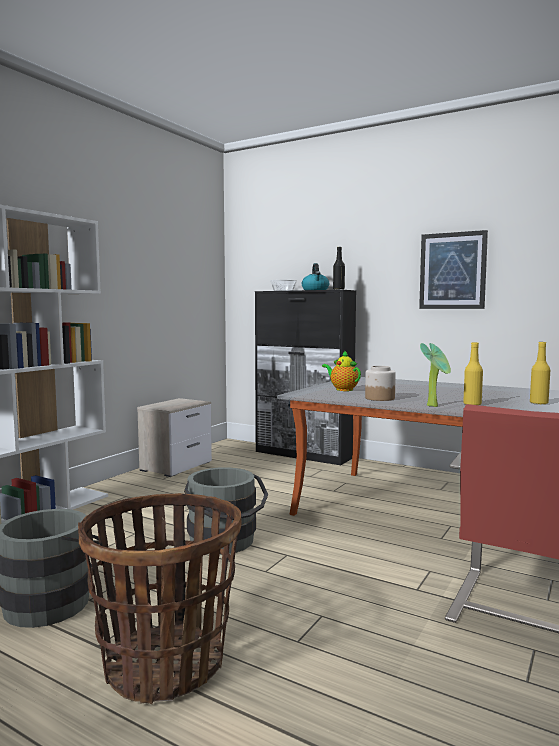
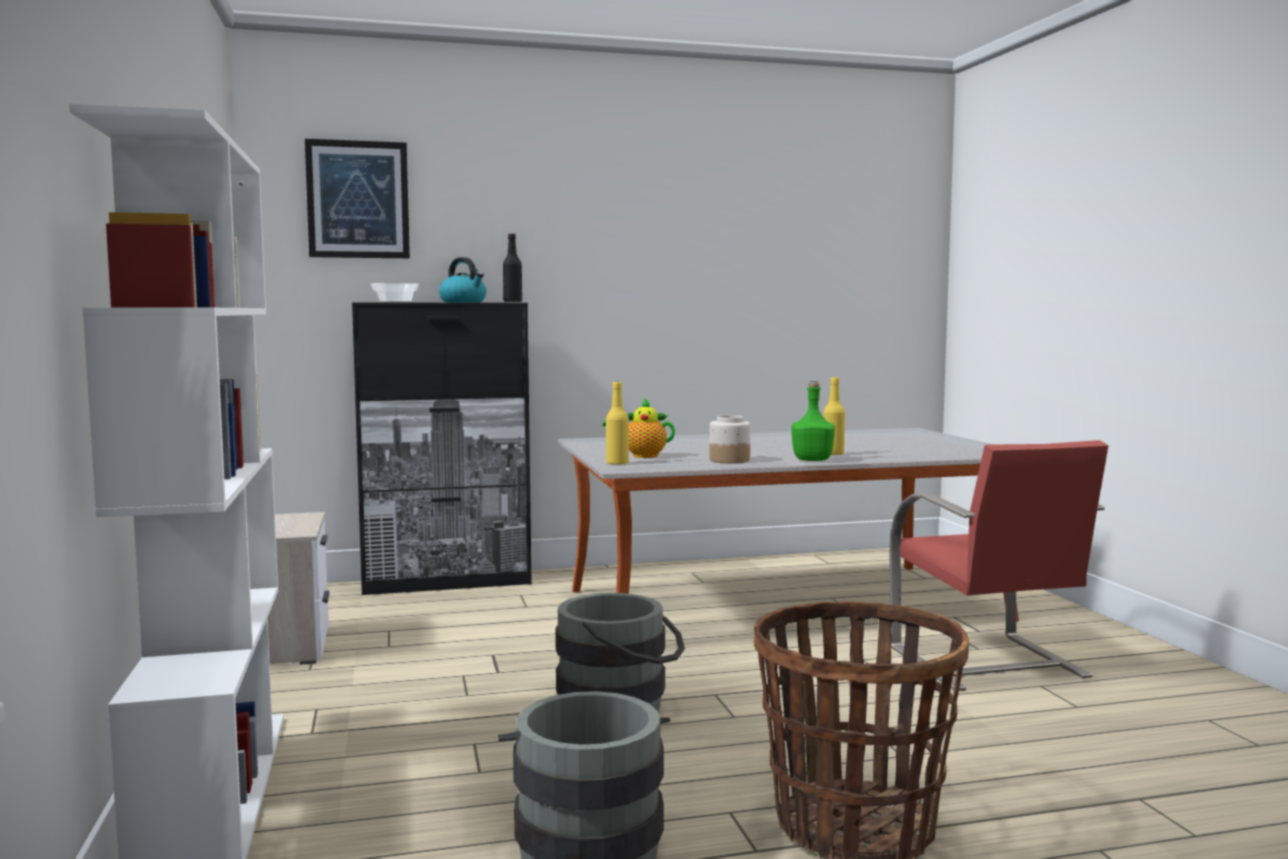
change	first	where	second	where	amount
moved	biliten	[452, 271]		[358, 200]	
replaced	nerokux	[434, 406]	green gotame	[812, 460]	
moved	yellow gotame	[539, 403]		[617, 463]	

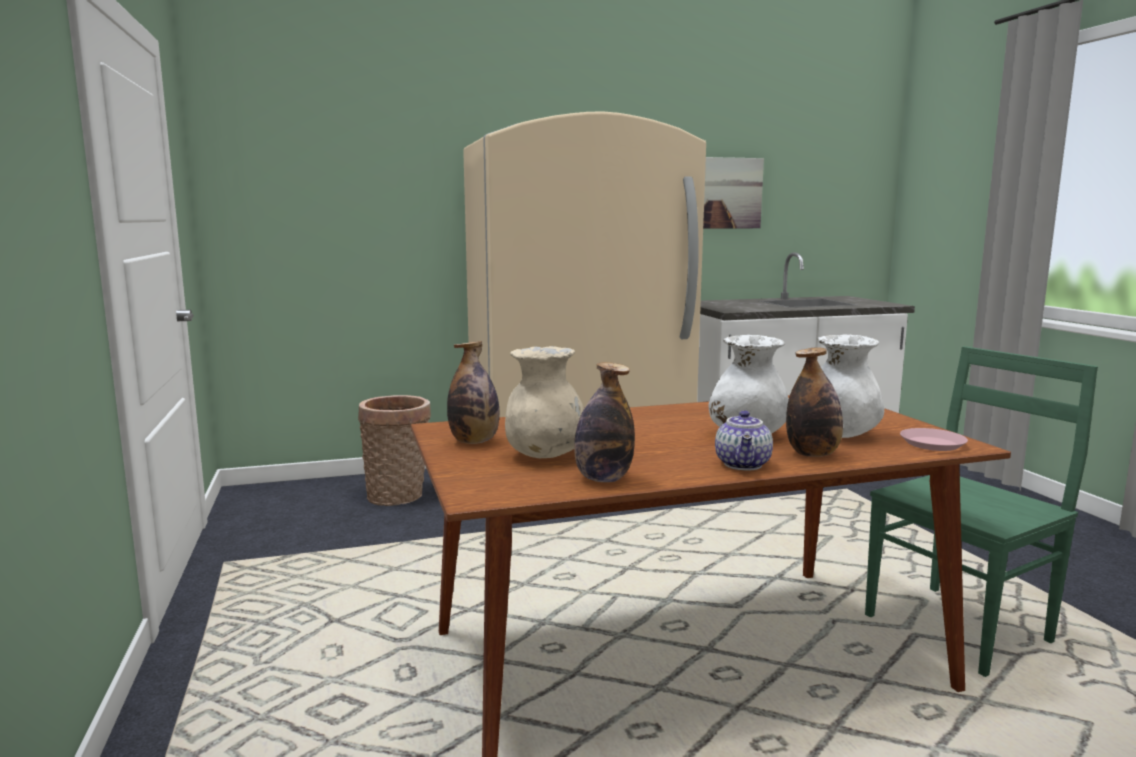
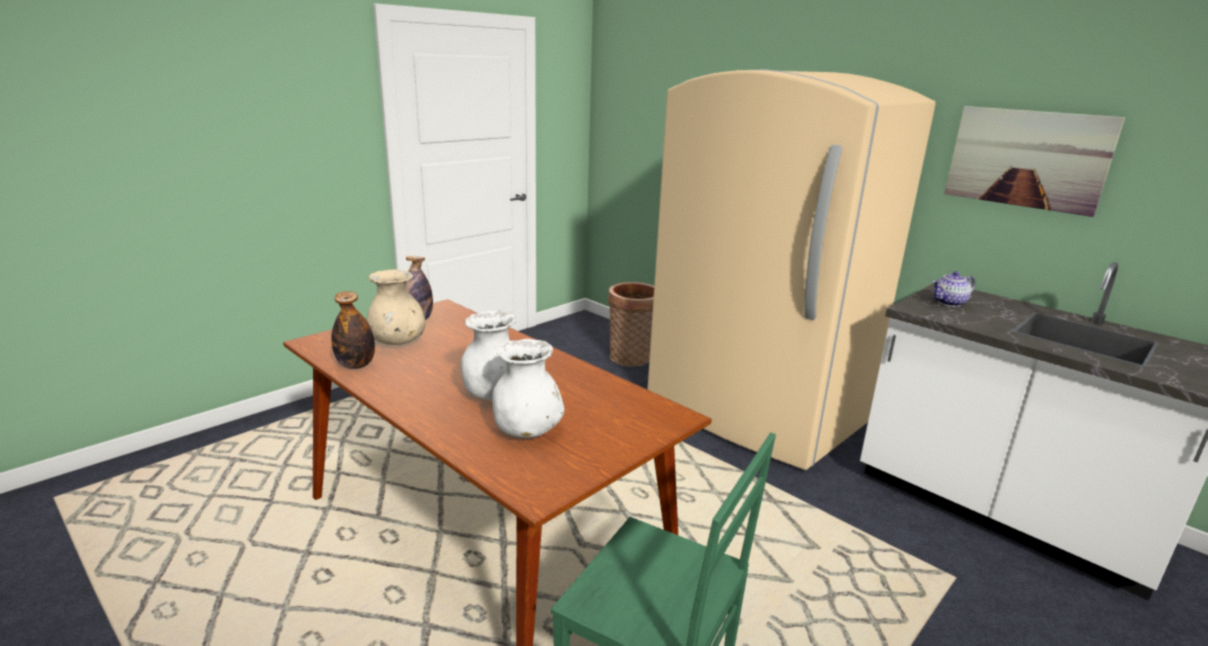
change	first	where	second	where	amount
moved	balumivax	[744, 465]		[949, 303]	
removed	gotame	[812, 454]			
removed	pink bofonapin	[932, 444]			

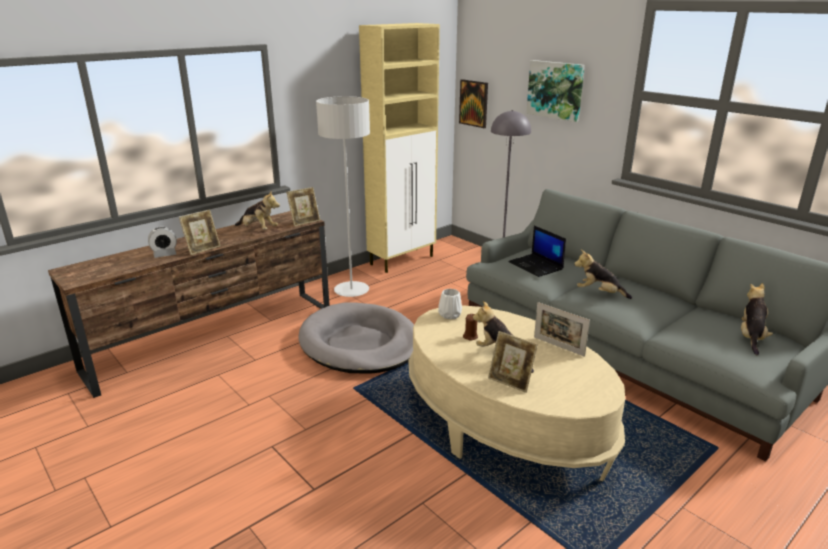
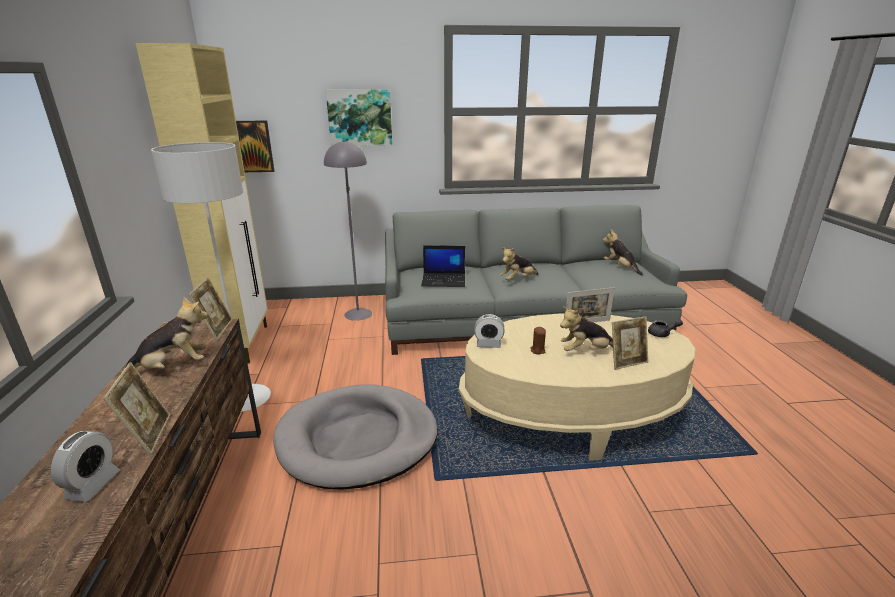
change	first	where	second	where	amount
replaced	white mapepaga	[450, 315]	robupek	[488, 344]	
added			grey balumivax	[662, 334]	

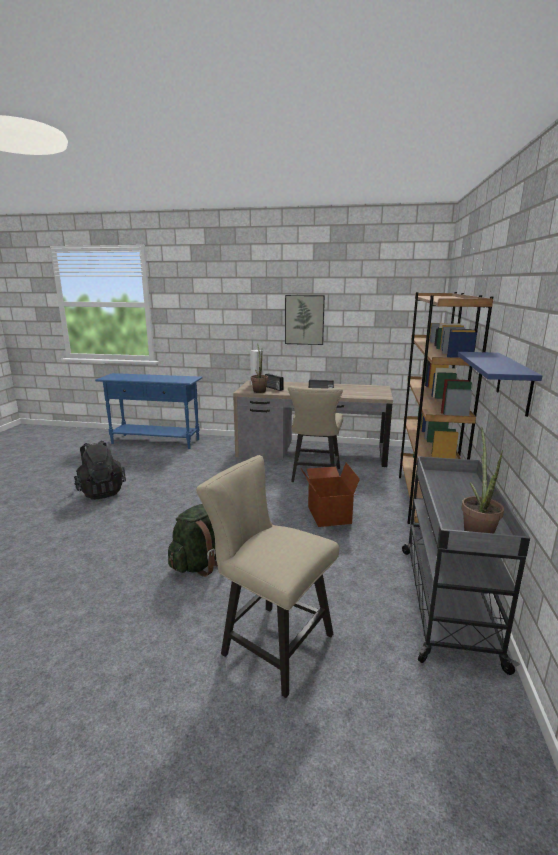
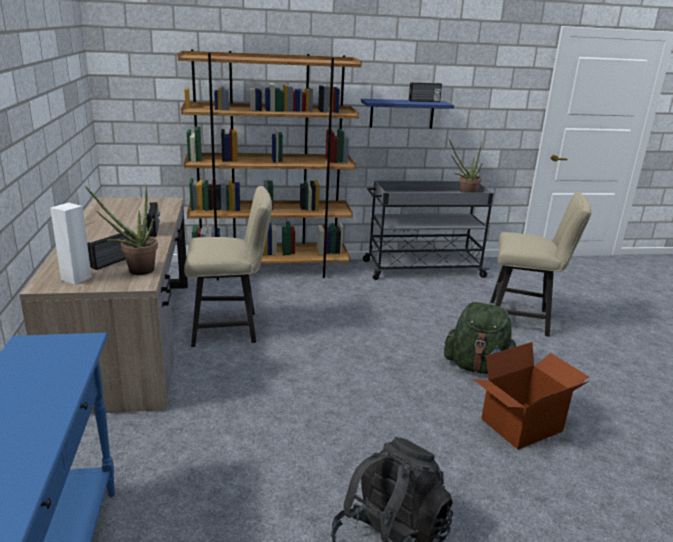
change	first	where	second	where	amount
turned	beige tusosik	[270, 642]		[524, 319]	90 degrees counterclockwise
removed	biliten	[304, 320]			
moved	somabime	[328, 515]		[522, 426]	
added			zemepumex	[424, 101]	

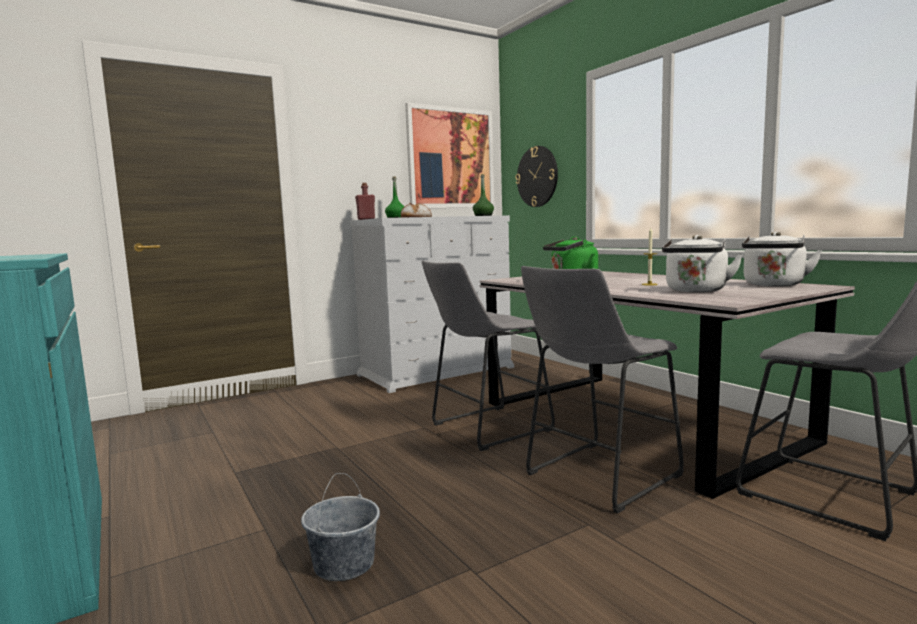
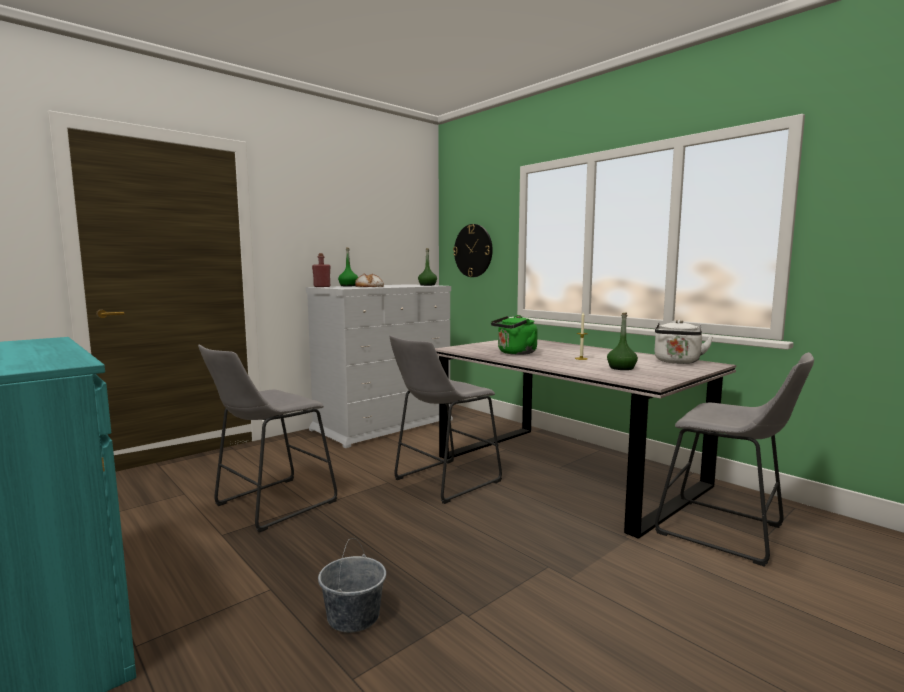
change	first	where	second	where	amount
removed	biliten	[451, 158]			
moved	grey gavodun	[597, 477]		[270, 505]	
replaced	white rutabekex	[695, 291]	green gotame	[621, 368]	

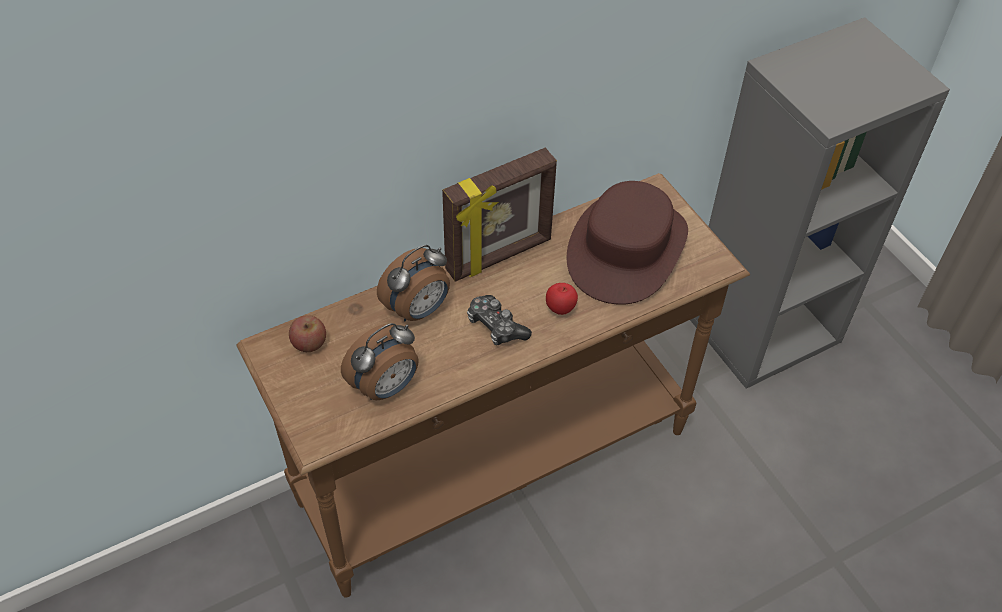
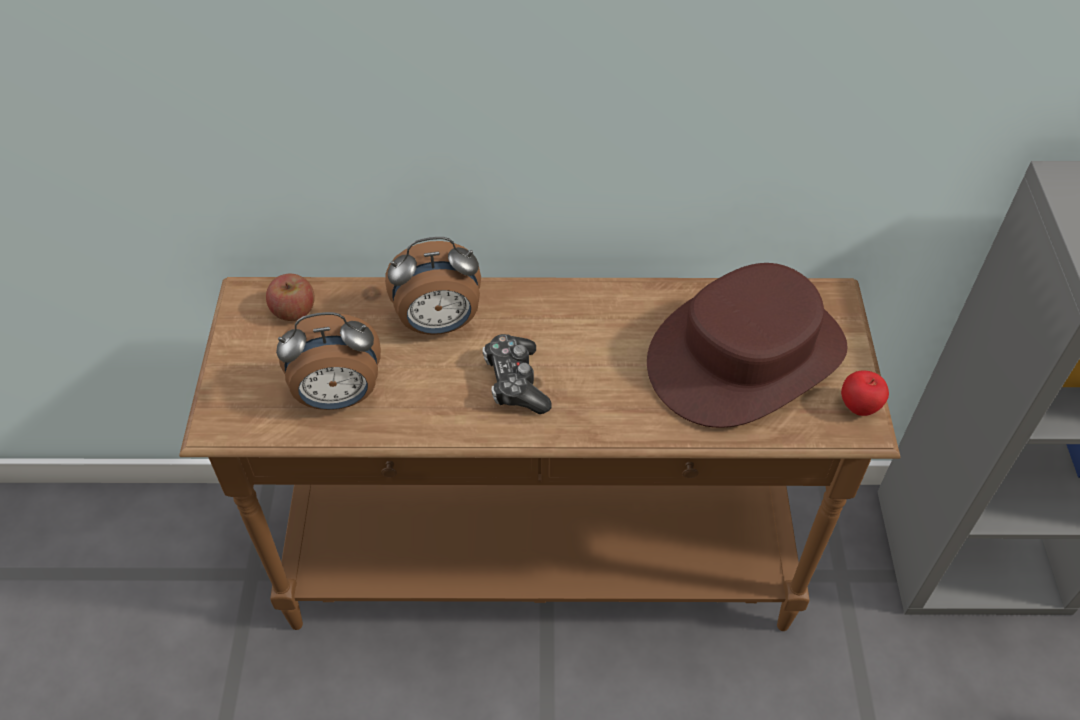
change	first	where	second	where	amount
removed	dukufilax	[499, 256]			
moved	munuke	[560, 309]		[859, 407]	

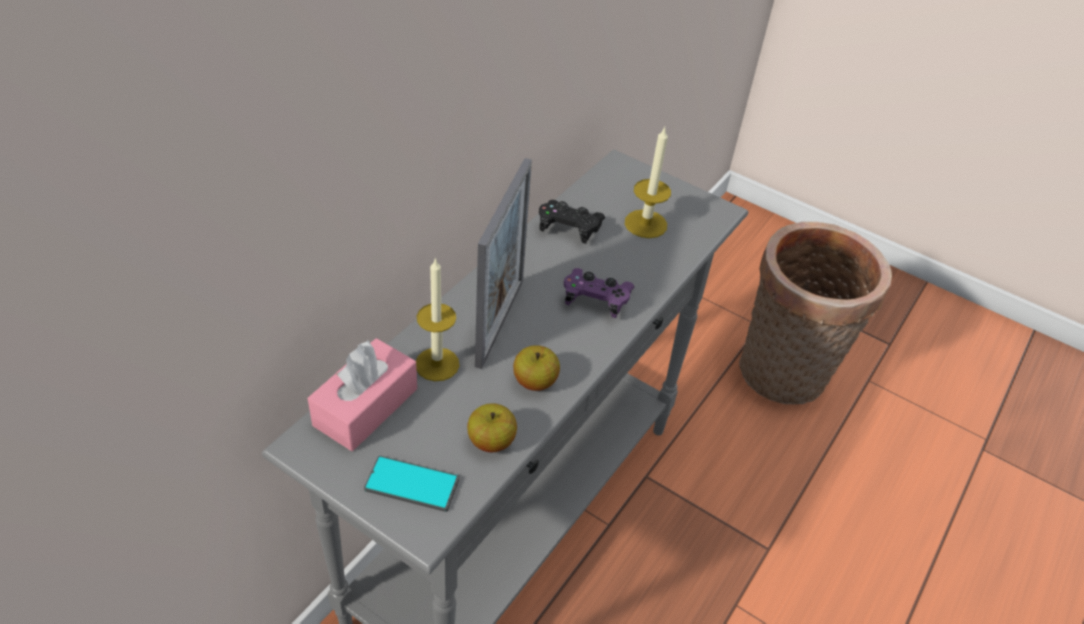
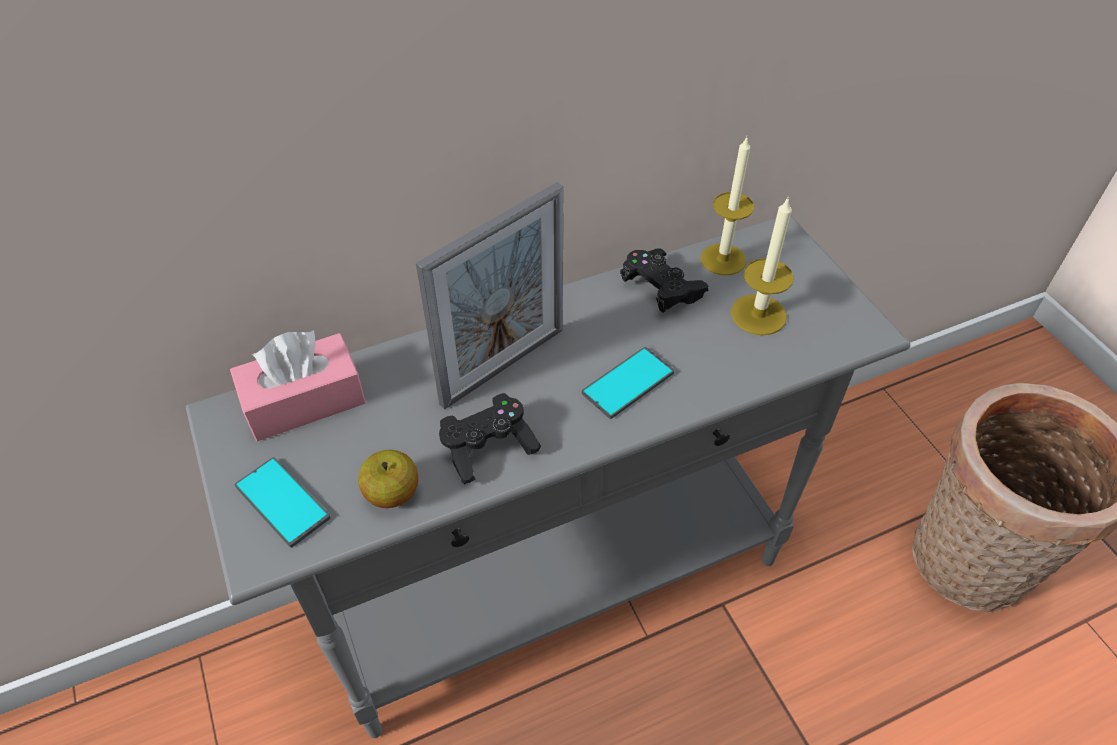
change	first	where	second	where	amount
moved	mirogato	[437, 364]		[723, 259]	
replaced	munuke	[535, 381]	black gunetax	[488, 448]	
replaced	purple gunetax	[596, 300]	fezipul	[628, 383]	

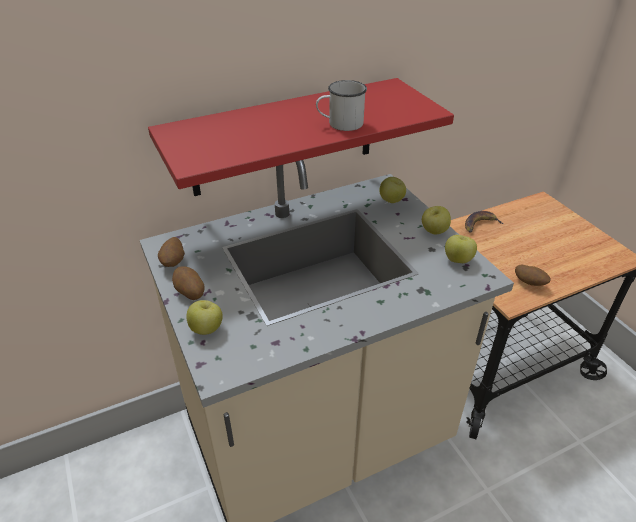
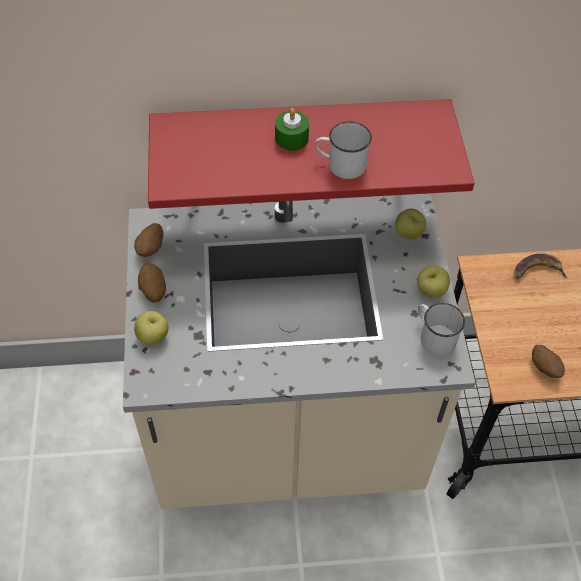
change	first	where	second	where	amount
replaced	munuke	[458, 260]	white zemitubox	[433, 336]	
added			green mirogato	[291, 138]	

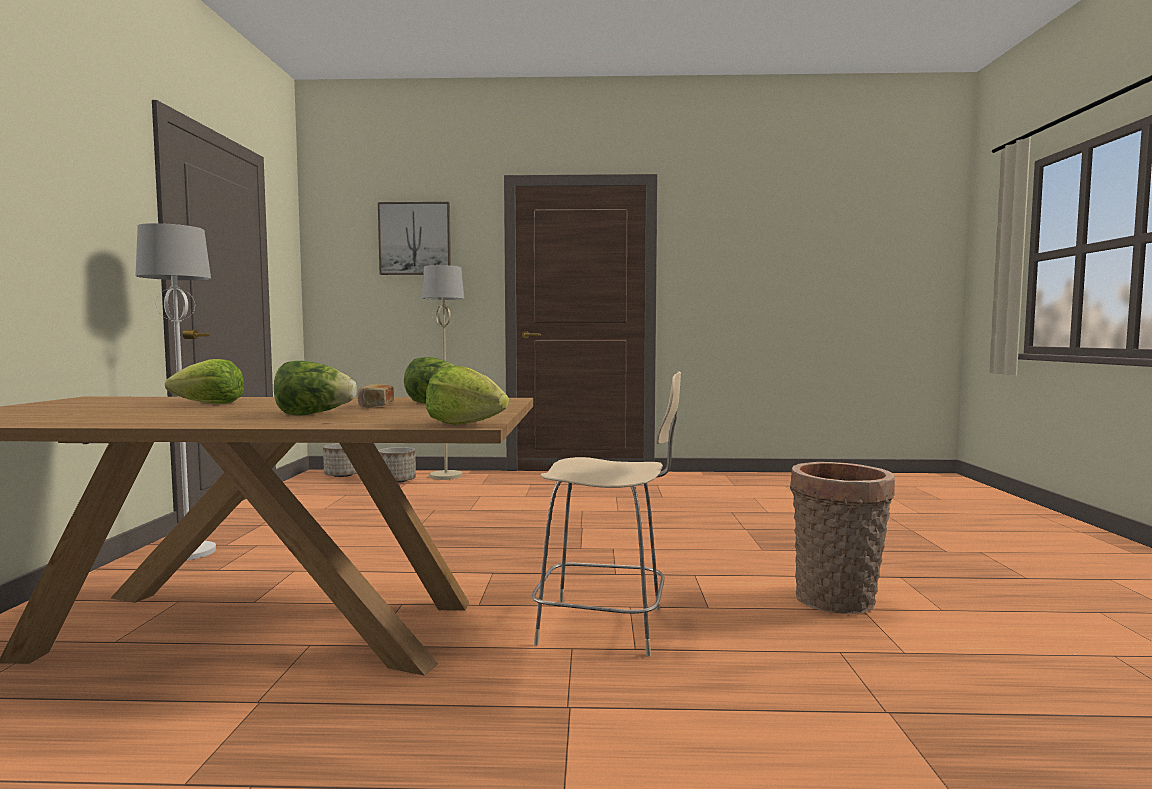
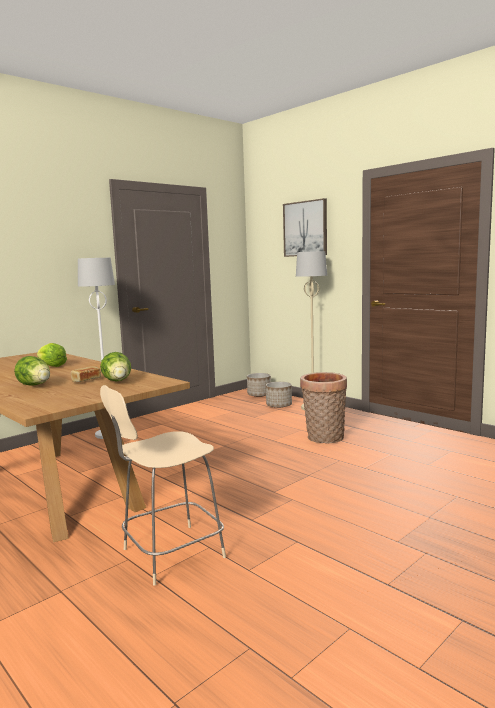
change	first	where	second	where	amount
removed	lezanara	[465, 424]			
turned	beige tusosik	[606, 626]		[169, 554]	90 degrees clockwise
moved	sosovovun	[837, 602]		[324, 438]	

